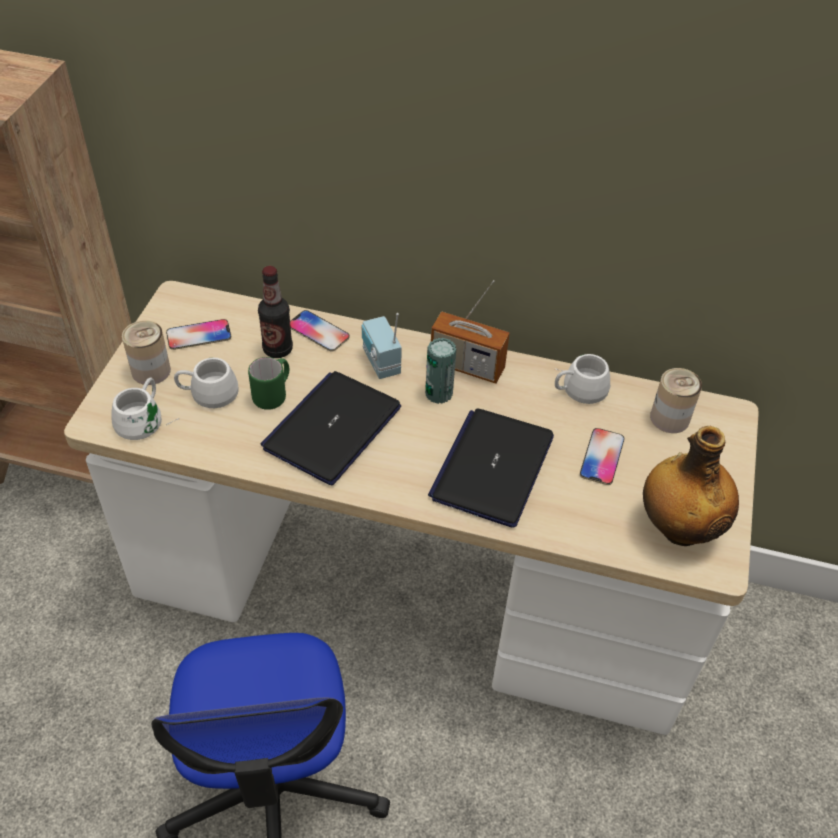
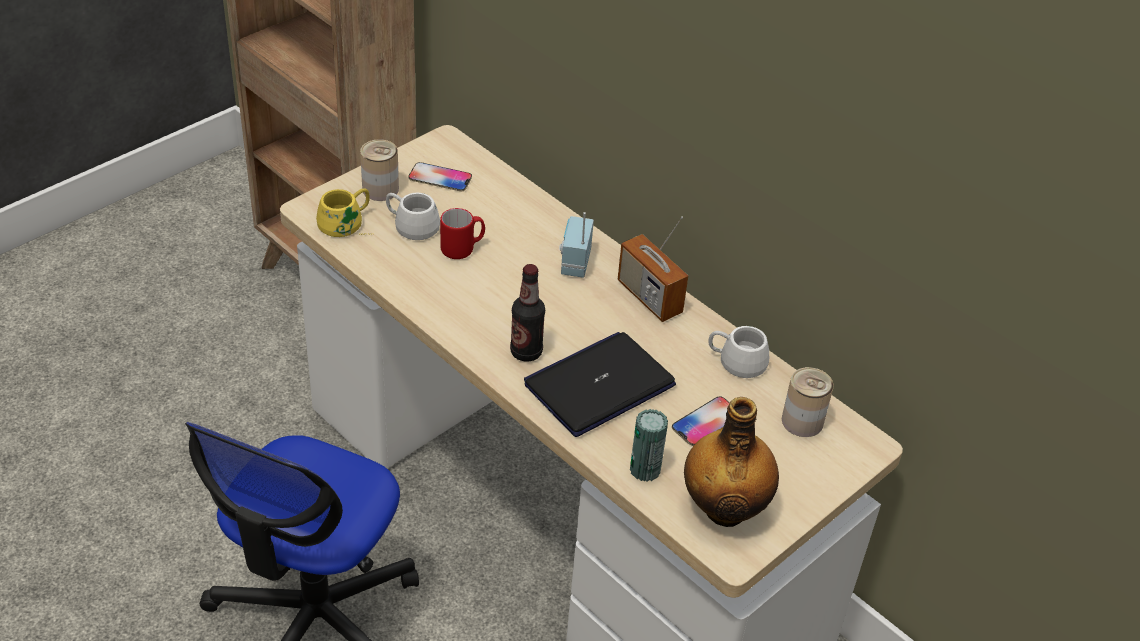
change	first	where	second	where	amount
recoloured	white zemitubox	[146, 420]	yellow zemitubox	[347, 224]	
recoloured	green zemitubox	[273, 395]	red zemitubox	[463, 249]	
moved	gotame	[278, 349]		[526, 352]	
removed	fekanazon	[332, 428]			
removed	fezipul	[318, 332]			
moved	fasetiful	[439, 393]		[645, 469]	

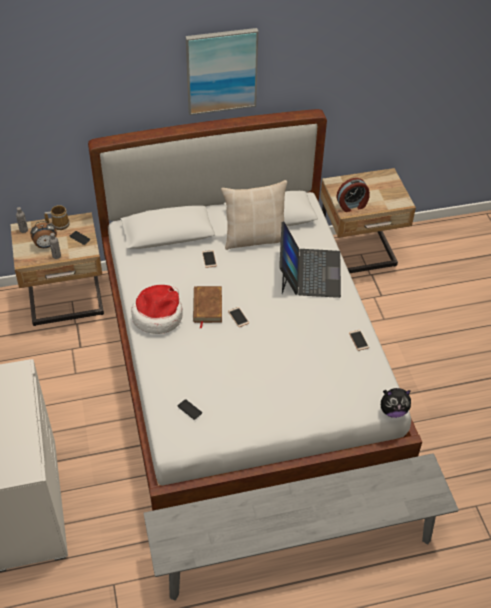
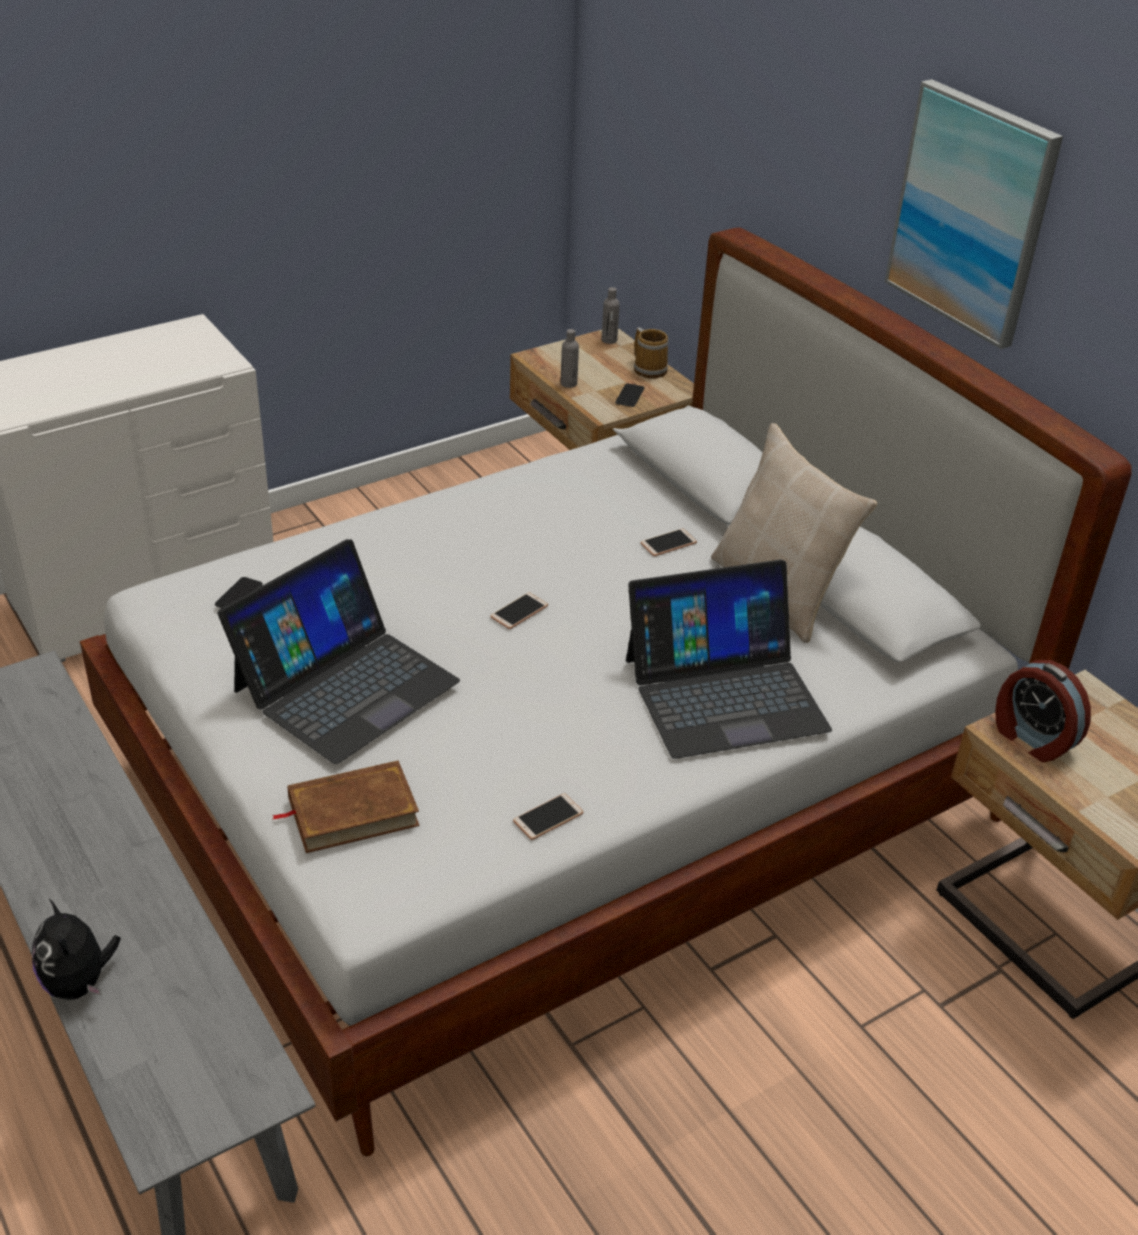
change	first	where	second	where	amount
removed	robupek	[46, 246]			
removed	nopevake	[158, 316]			
moved	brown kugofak	[207, 307]		[352, 812]	
moved	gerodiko	[393, 411]		[79, 983]	
added			fekanazon	[345, 685]	

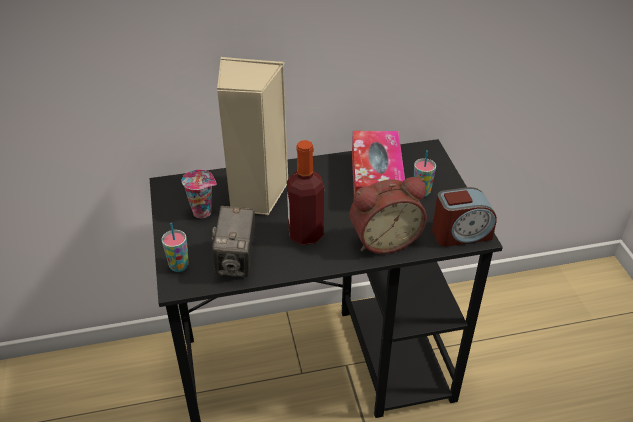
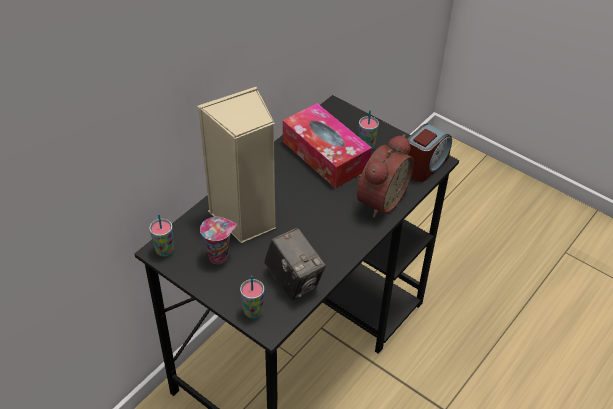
change	first	where	second	where	amount
removed	gotame	[306, 234]			
added			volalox	[164, 251]	

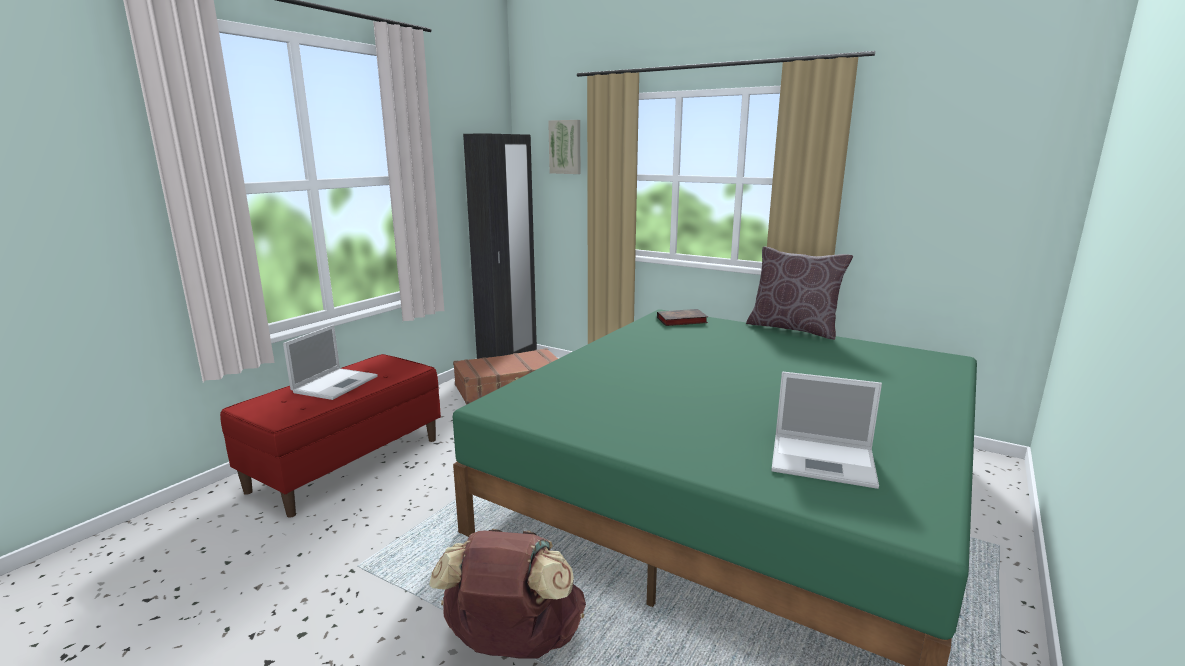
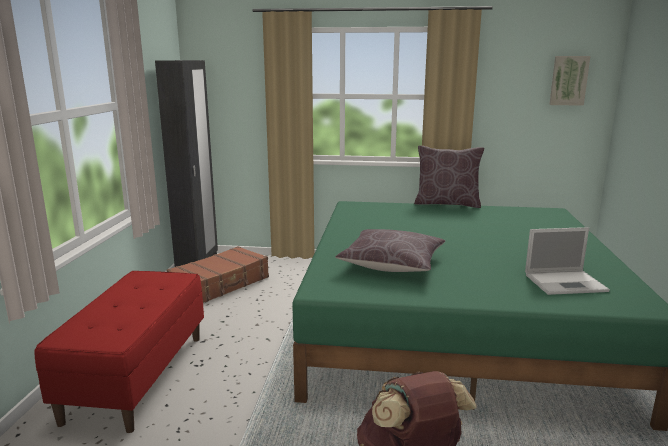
change	first	where	second	where	amount
removed	fekanazon	[336, 384]			
moved	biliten	[565, 147]		[568, 80]	
removed	kugofak	[680, 321]			
added			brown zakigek	[392, 264]	

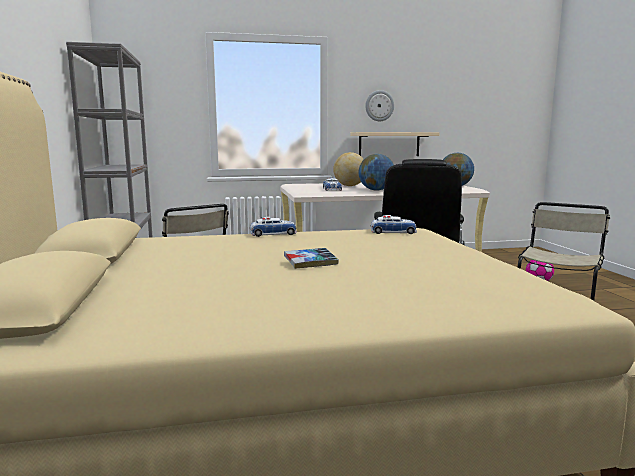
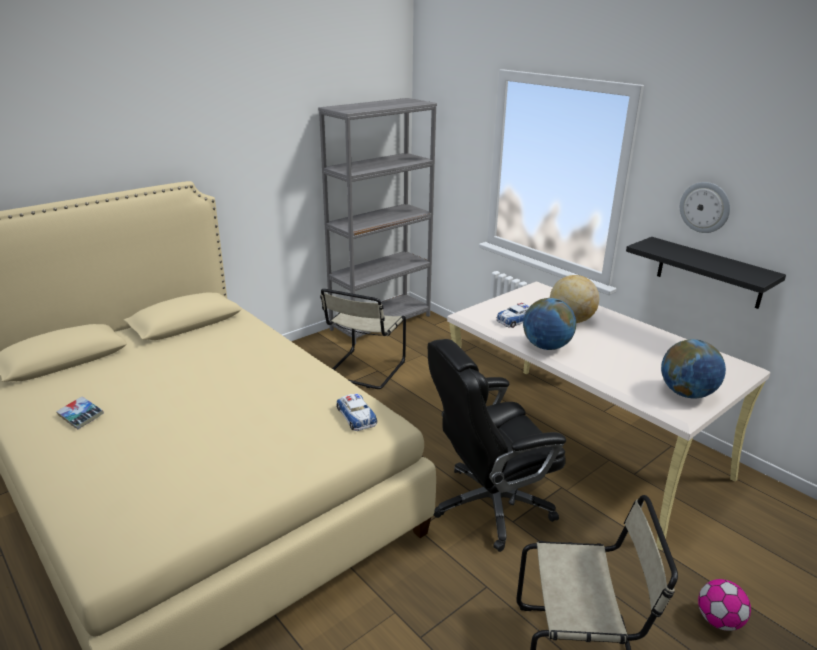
change	first	where	second	where	amount
removed	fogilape	[273, 233]			
moved	kugofak	[310, 263]		[81, 416]	
recoloured	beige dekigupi	[389, 144]	black dekigupi	[709, 272]	

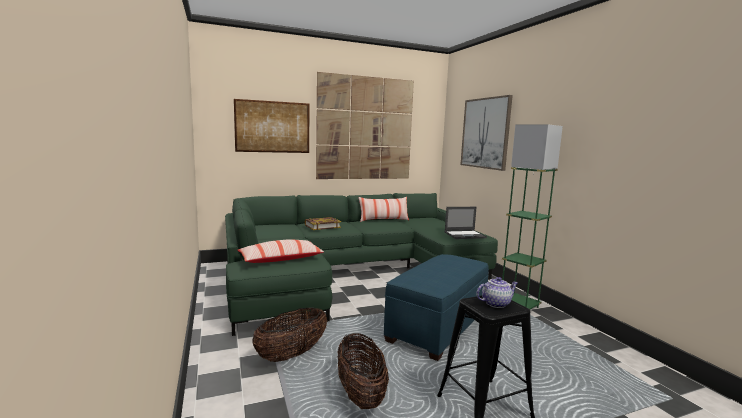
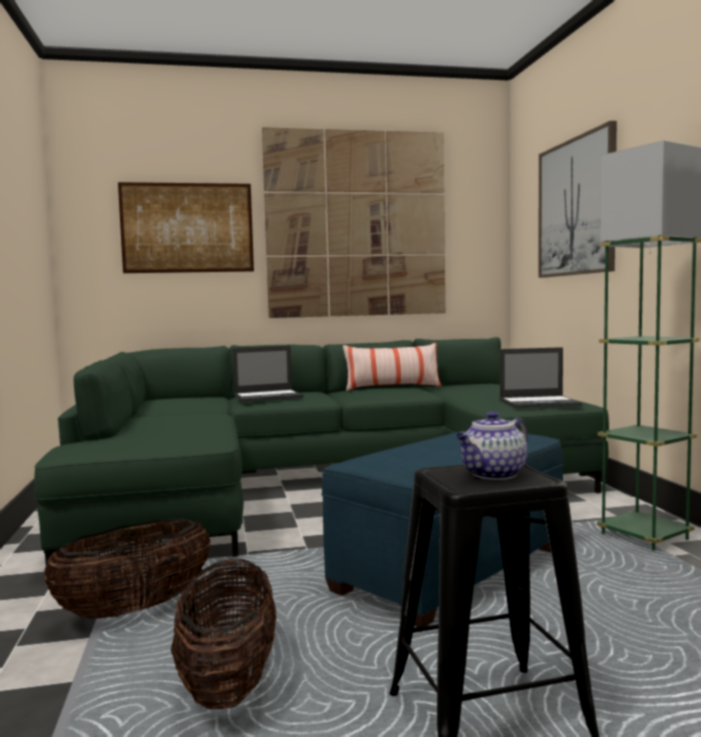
change	first	where	second	where	amount
removed	zakigek	[281, 259]			
replaced	kugofak	[322, 226]	fekanazon	[269, 396]	
turned	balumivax	[496, 303]		[493, 474]	150 degrees clockwise

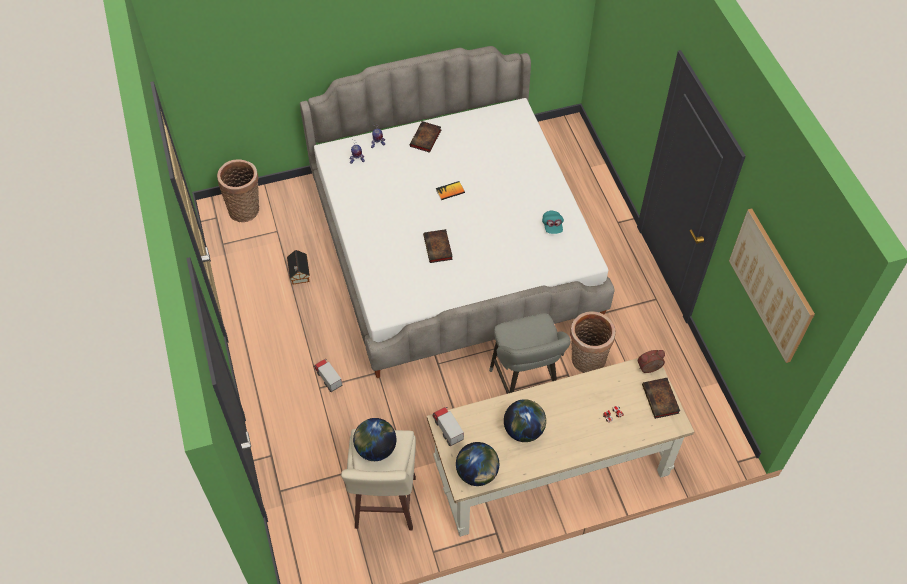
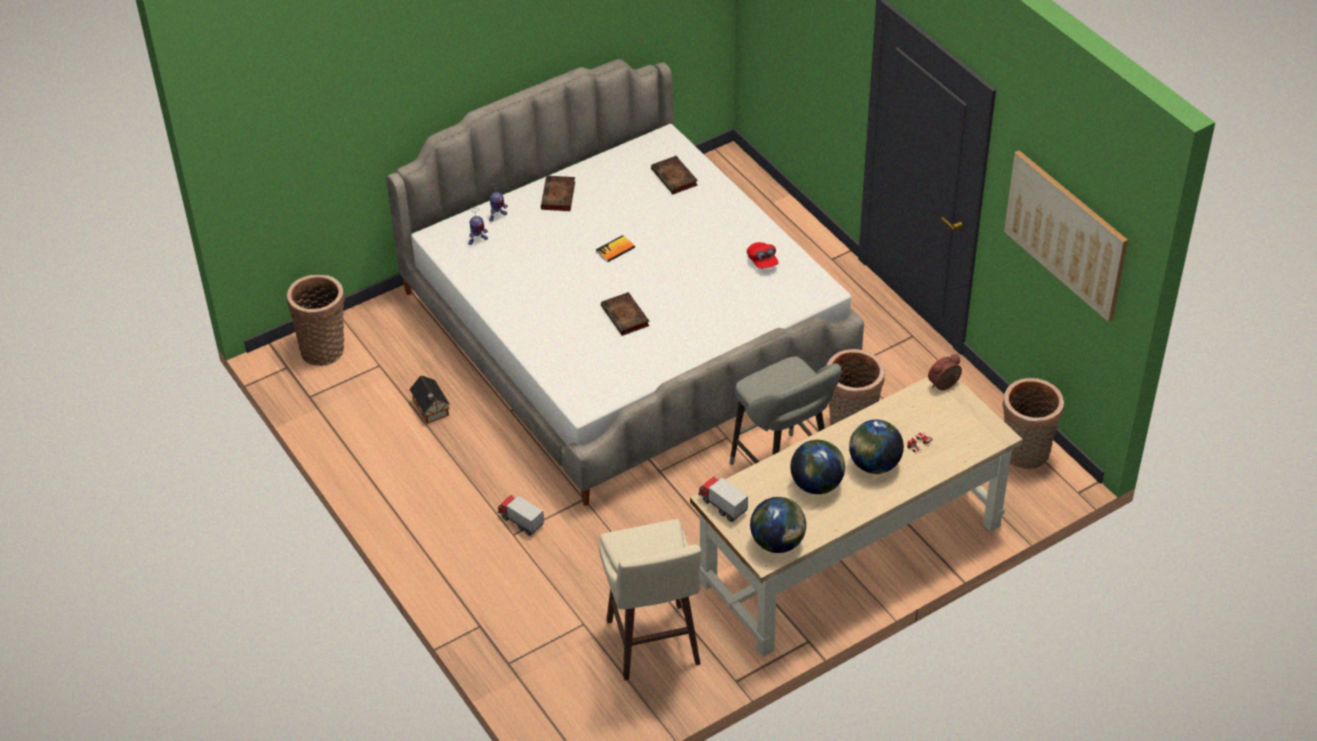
change	first	where	second	where	amount
moved	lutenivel	[375, 448]		[874, 464]	
recoloured	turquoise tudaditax	[552, 226]	red tudaditax	[762, 262]	
moved	kugofak	[661, 400]		[675, 178]	
added			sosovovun	[1025, 455]	

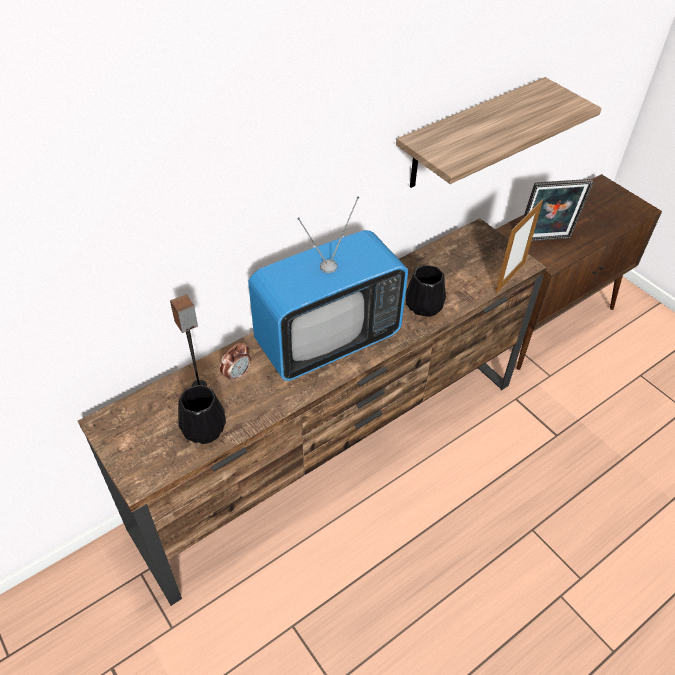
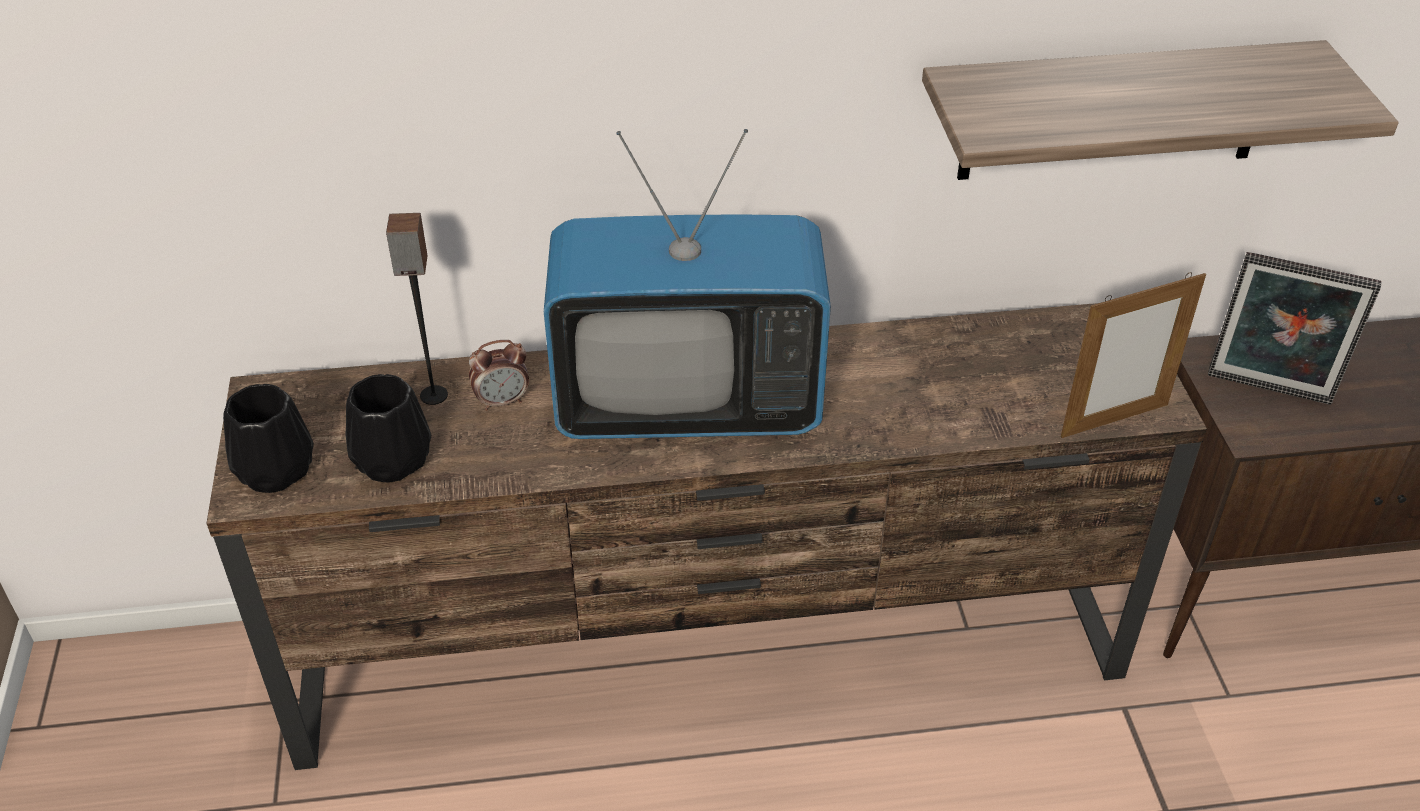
change	first	where	second	where	amount
moved	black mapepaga	[425, 306]		[276, 470]	

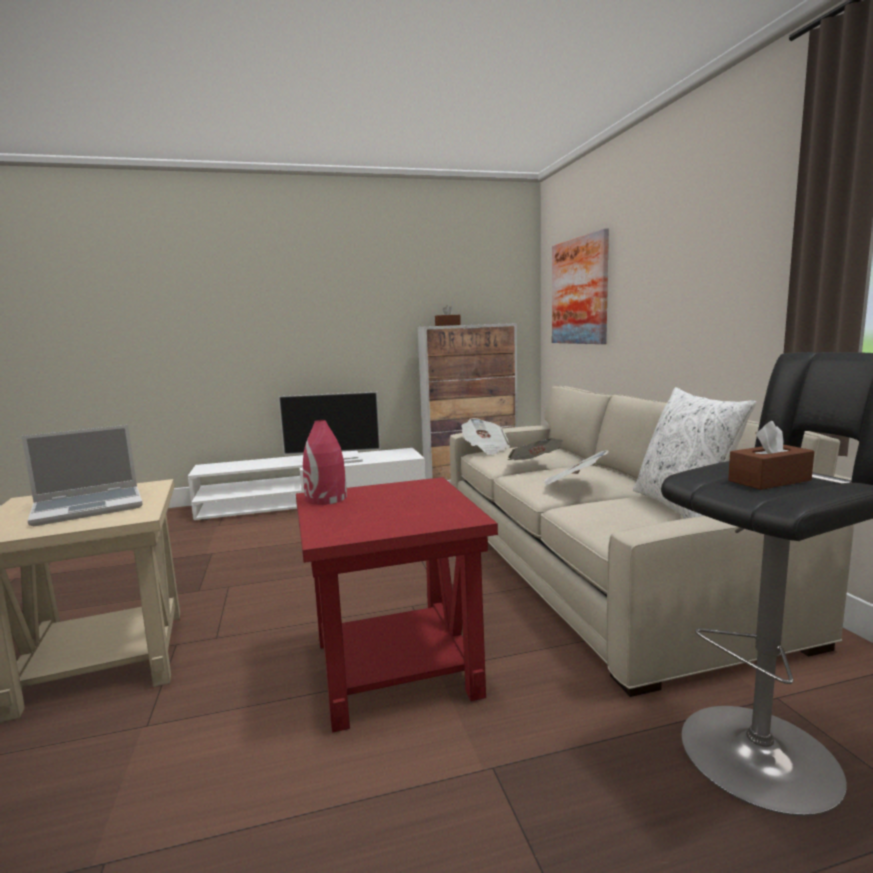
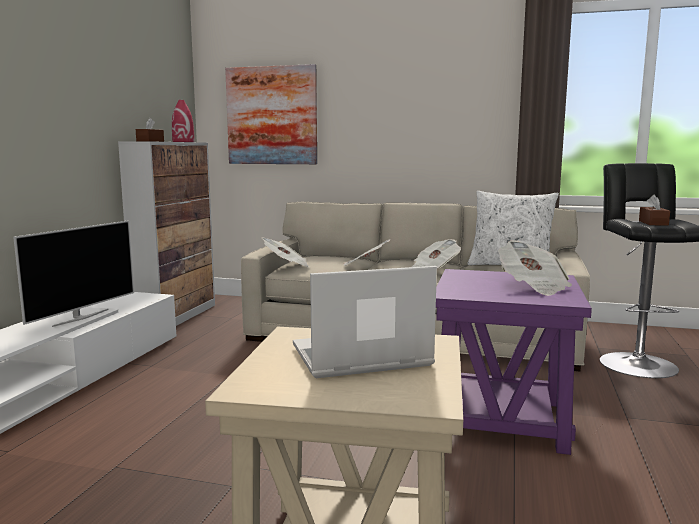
change	first	where	second	where	amount
turned	fekanazon	[90, 507]		[359, 358]	105 degrees counterclockwise
recoloured	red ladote	[396, 667]	purple ladote	[502, 419]	
moved	red mapepaga	[326, 498]		[183, 142]	
added			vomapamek	[533, 287]	

